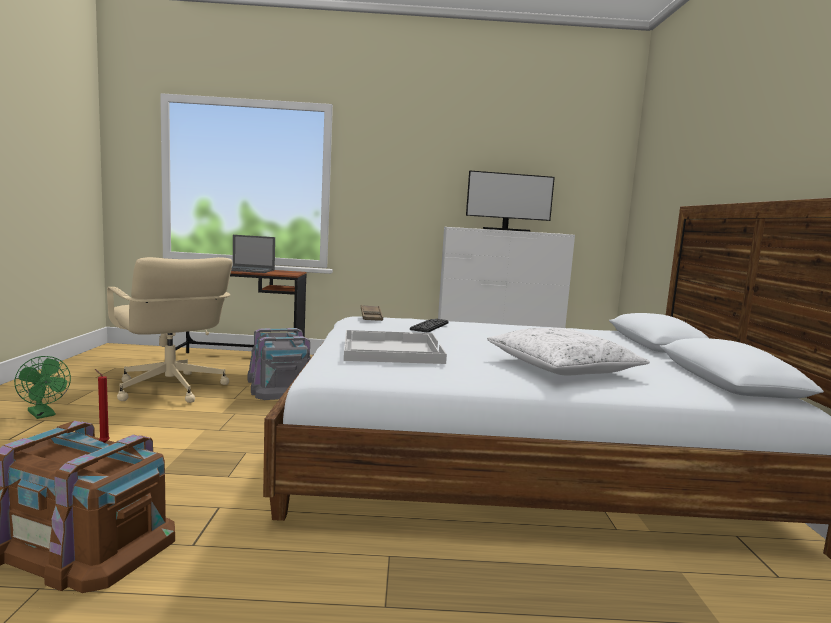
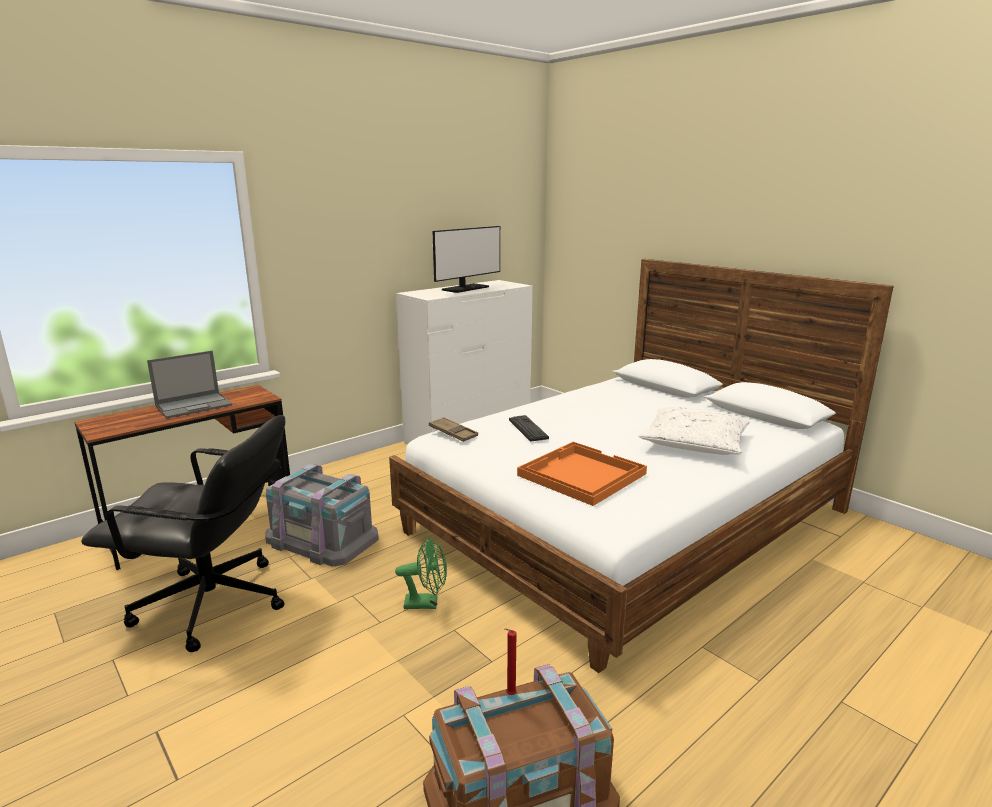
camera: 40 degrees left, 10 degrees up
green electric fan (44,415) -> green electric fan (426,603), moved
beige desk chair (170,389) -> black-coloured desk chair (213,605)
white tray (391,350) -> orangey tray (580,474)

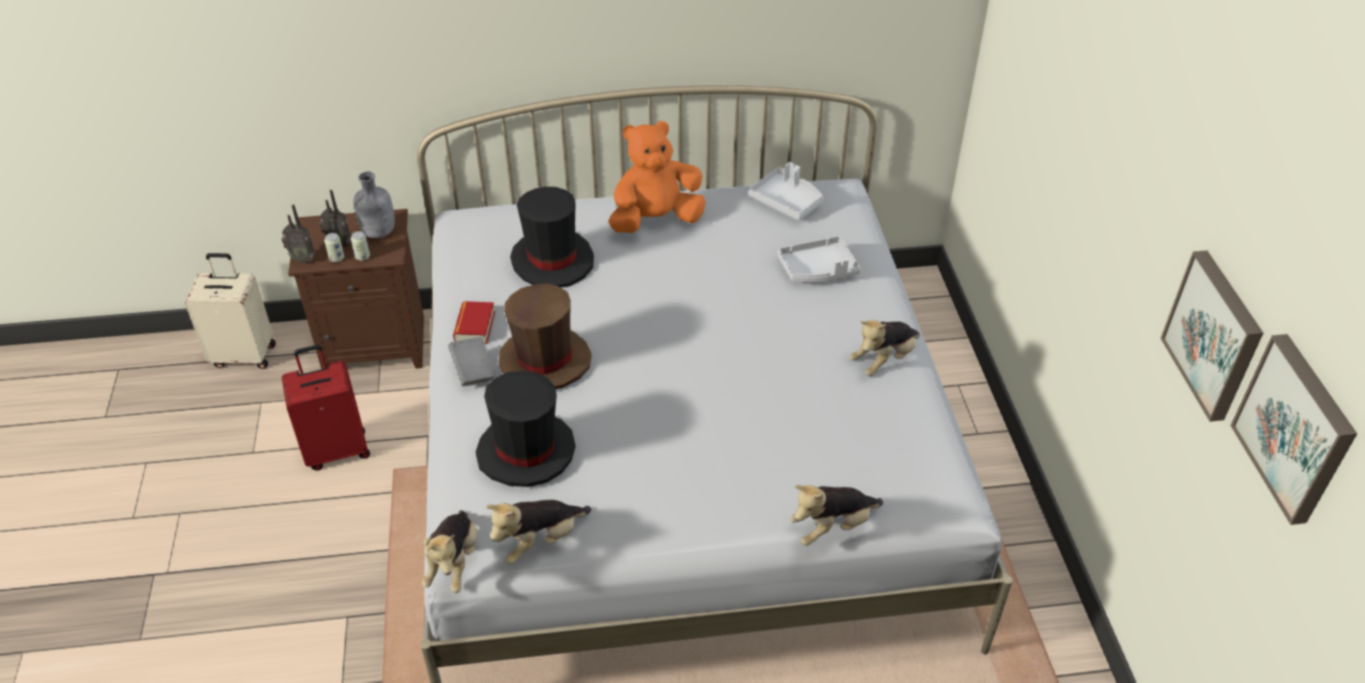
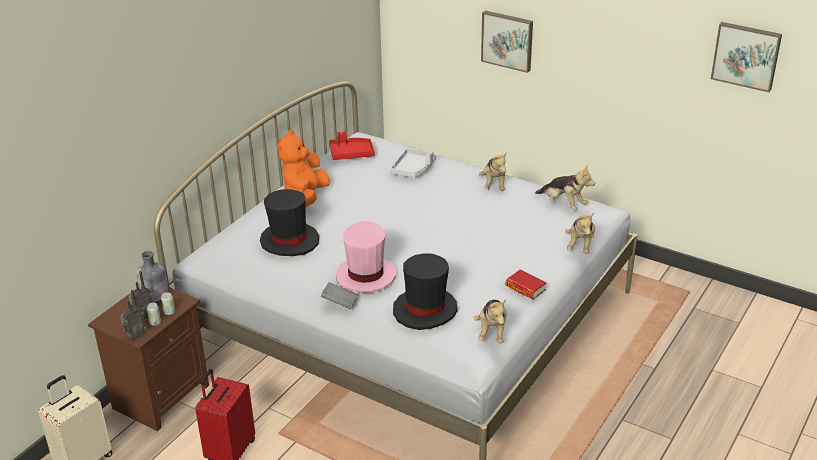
camera: 50 degrees left, 10 degrees down
cuddly toy (454,563) -> cuddly toy (563,204), moved
volume (475,326) -> volume (525,288), moved
wall picture (1215,335) -> wall picture (507,40), moved
brown hat (544,361) -> pink hat (366,276)
gray tray (787,201) -> reddish tray (351,154)

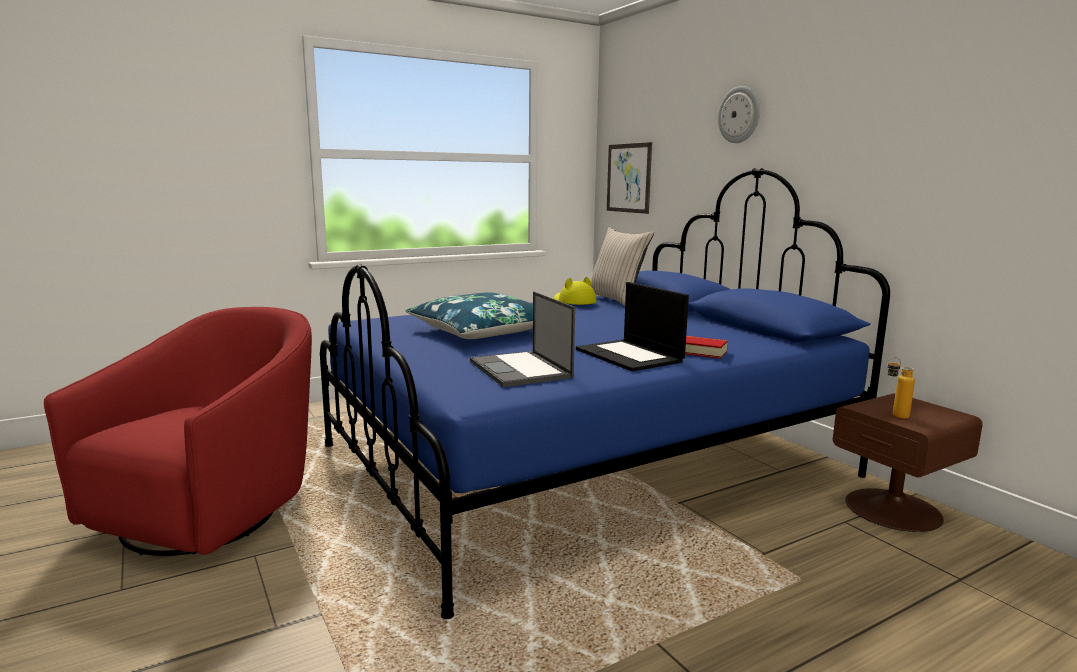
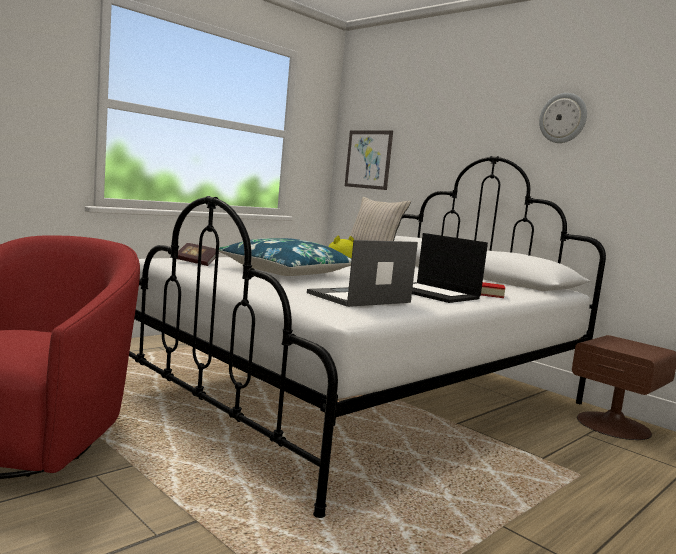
camera: 15 degrees left, 5 degrees down
beverage bottle (894,416) -> none
none -> volume (196,262)
wall clock (739,115) -> wall clock (563,118), moved
blue bed (585,462) -> white bed (362,394)
laptop (521,370) -> laptop (358,298), 90 degrees clockwise

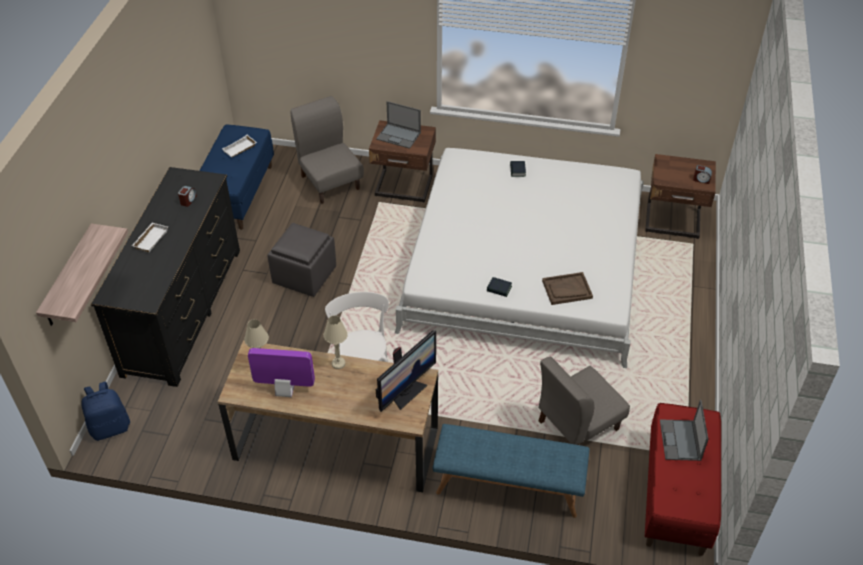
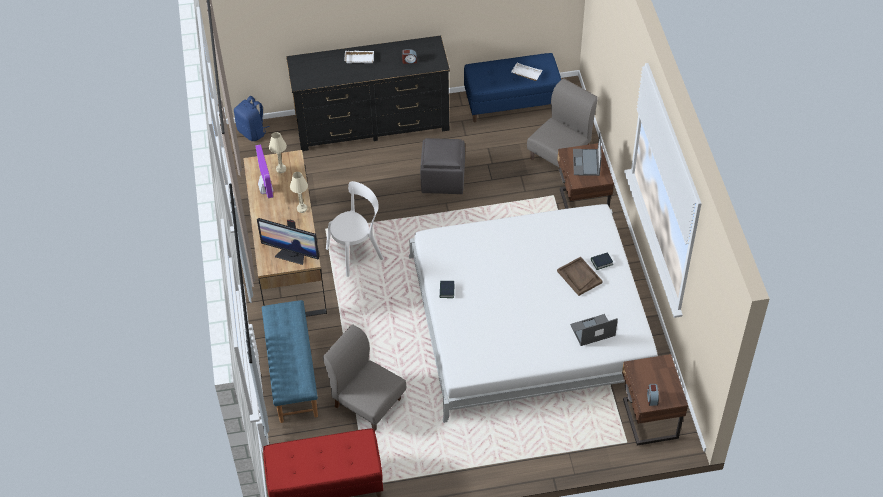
camera: 70 degrees right, 5 degrees up
shelf (68,277) -> none
brown tray (567,289) -> brown tray (579,277), moved
laptop (680,441) -> laptop (592,330), moved

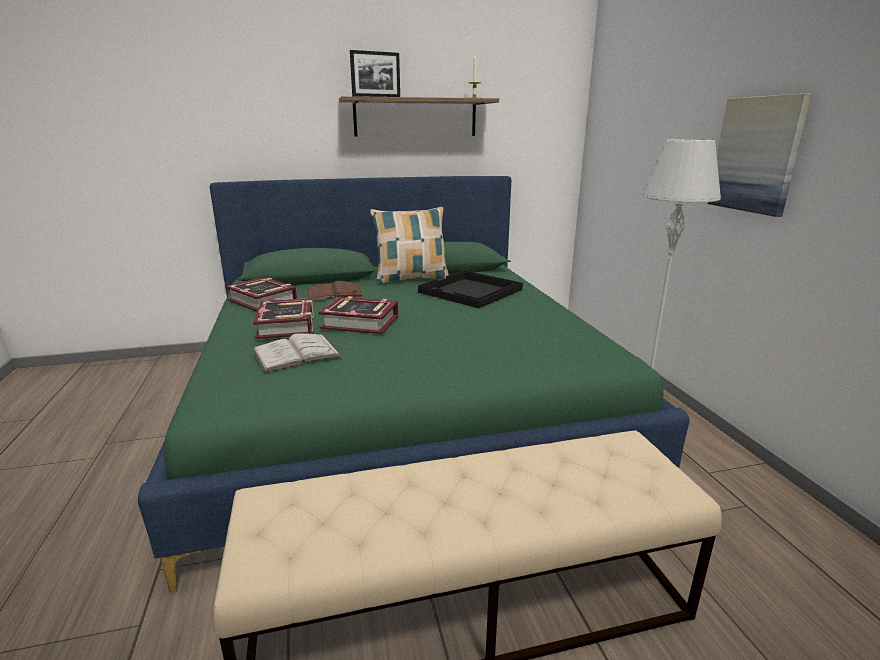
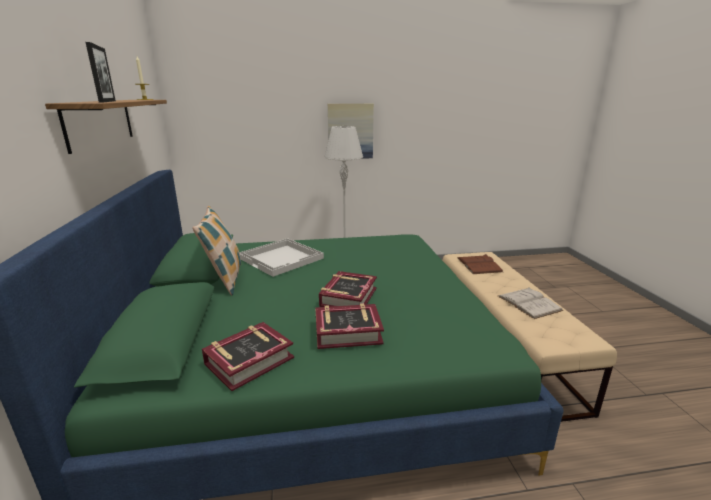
camera: 85 degrees left, 0 degrees up
white volume (296,353) -> white volume (529,303), moved
brown volume (334,293) -> brown volume (479,265), moved
black-coloured tray (470,291) -> white tray (282,258)

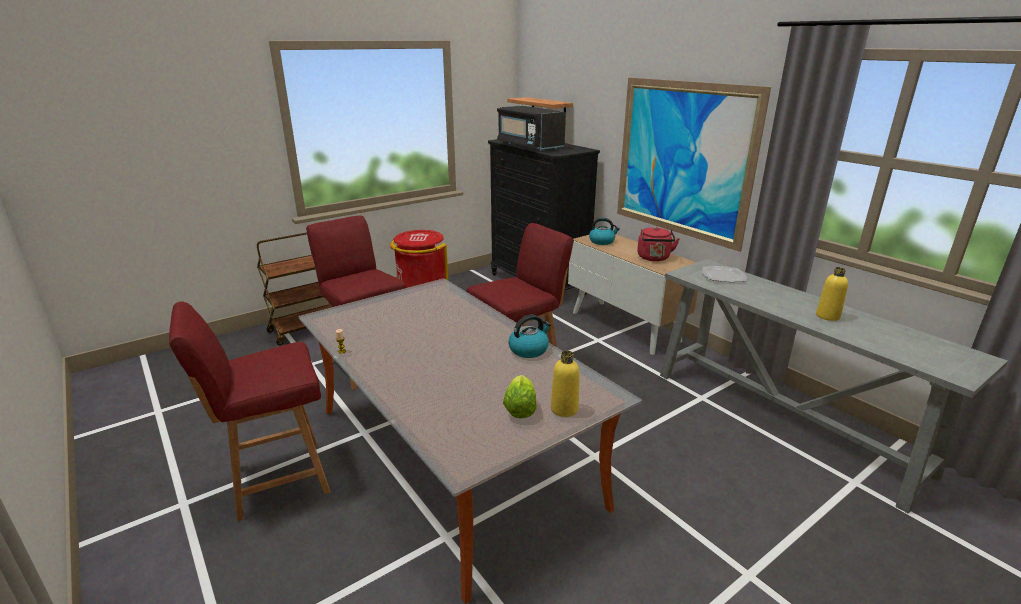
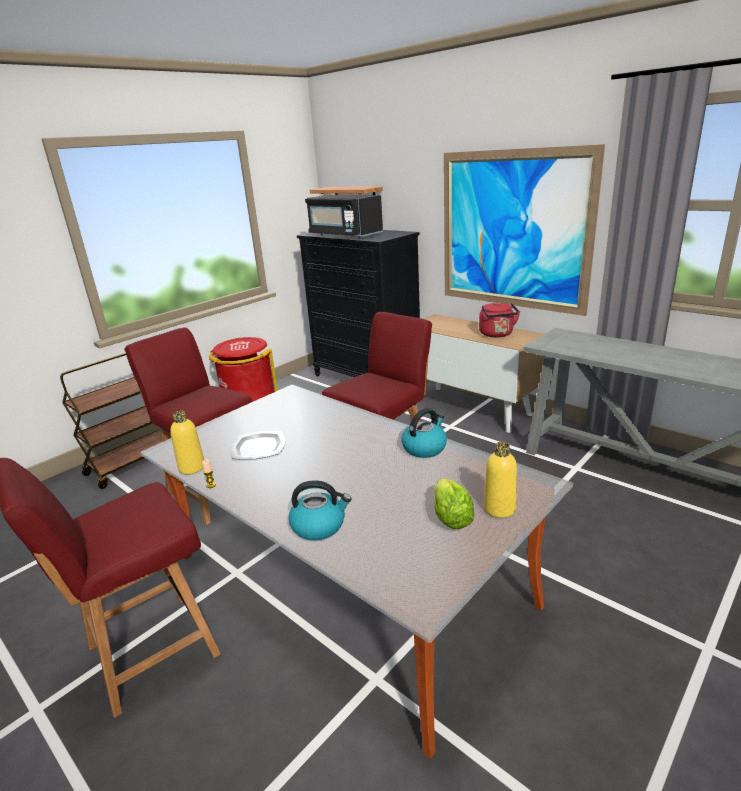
camera: 10 degrees left, 0 degrees up
kettle (602,241) -> kettle (319,525), moved
flat dish (724,276) -> flat dish (259,447), moved
yellow beverage bottle (827,316) -> yellow beverage bottle (192,467), moved

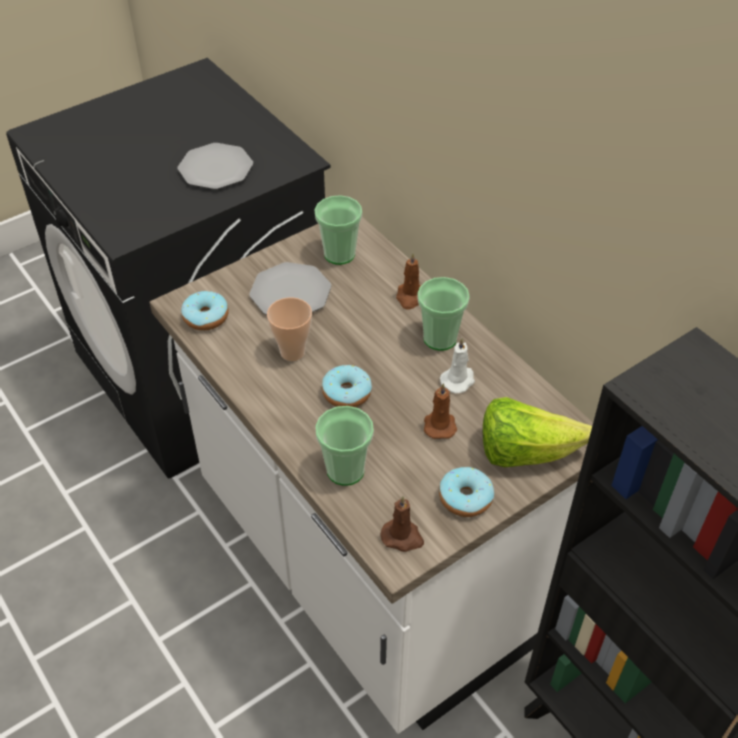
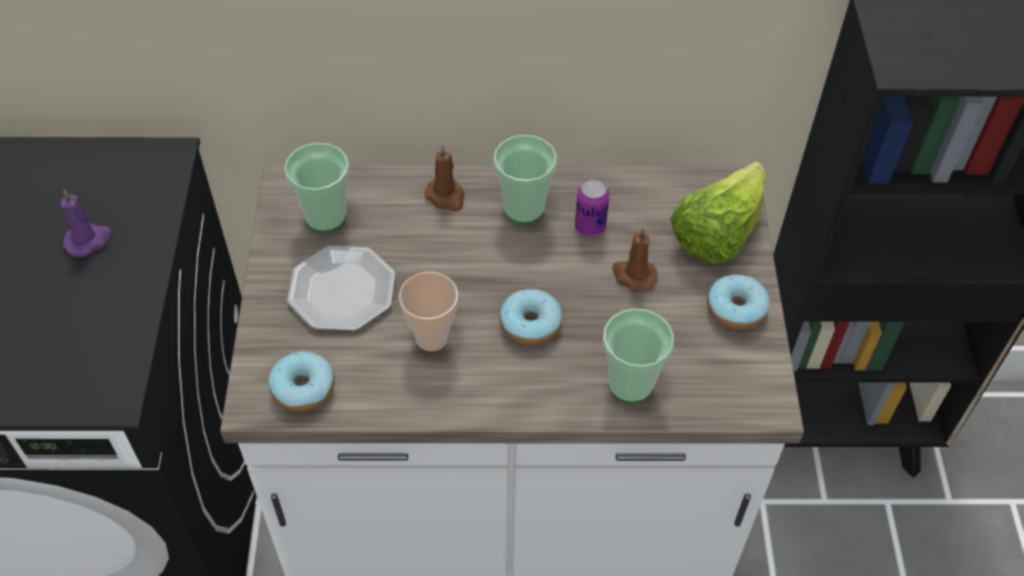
camera: 55 degrees left, 5 degrees up
brown wax light (403,537) -> none
flat dish (216,169) -> purple wax light (89,240)
white wax light (458,380) -> can (590,227)

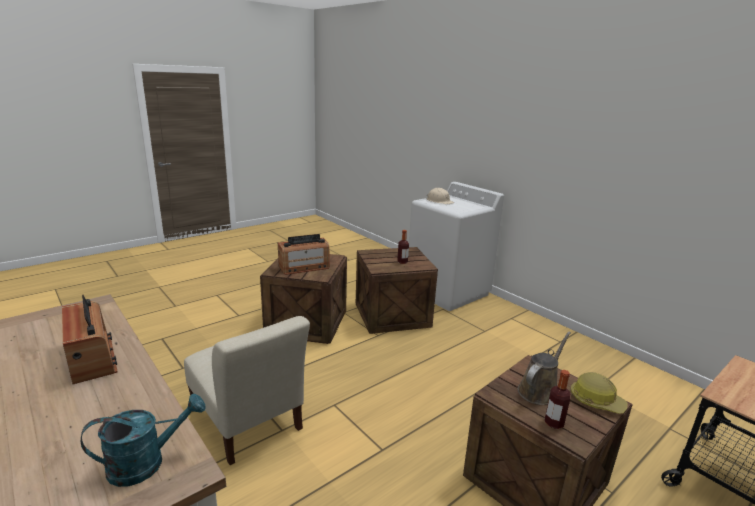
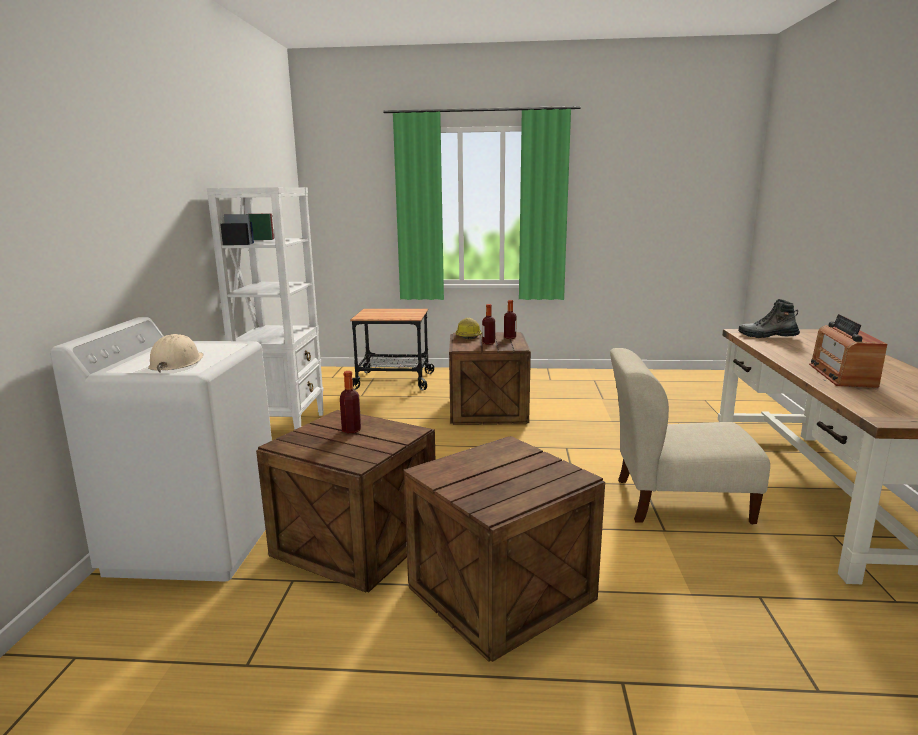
camera: 135 degrees left, 5 degrees down
radio (304,267) -> none
none -> white bookshelf (284,427)
turquoise-coloured watering can (146,463) -> high-top boot (767,336)
brown watering can (539,391) -> beverage bottle (488,343)
beige plain chair (247,421) -> beige plain chair (675,501), 90 degrees counterclockwise

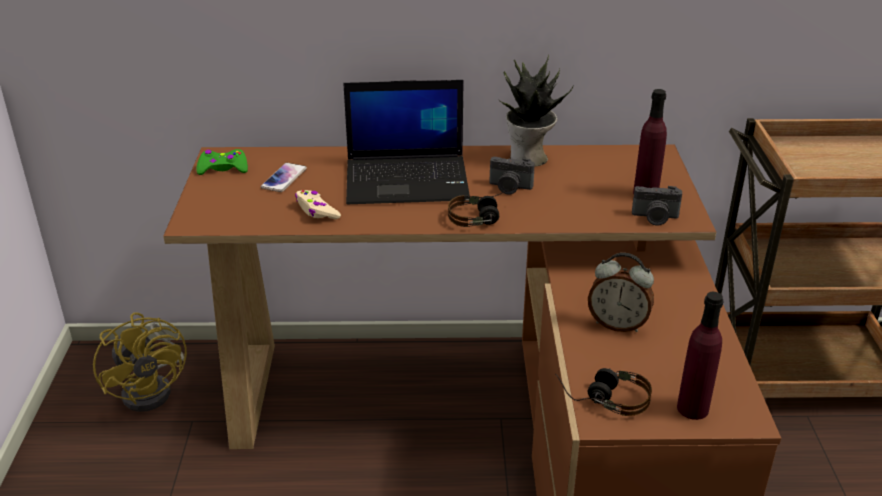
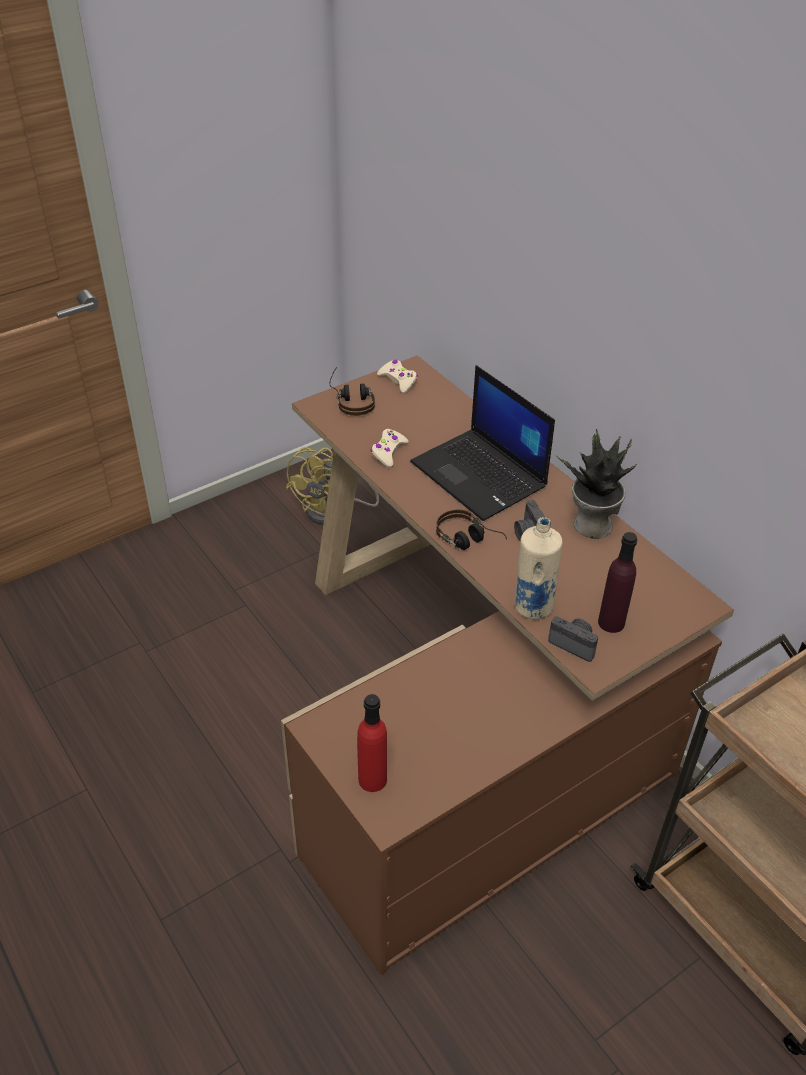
camera: 55 degrees right, 10 degrees up
phone (284,178) -> none
bedside clock (617,324) -> none
none -> beige beverage bottle (532,607)
headphones (602,397) -> headphones (352,399), moved
green joypad (223,168) -> beige joypad (398,380)
purple beverage bottle (692,408) -> reddish beverage bottle (372,779)
still camera (655,218) -> still camera (574,644), 150 degrees clockwise

